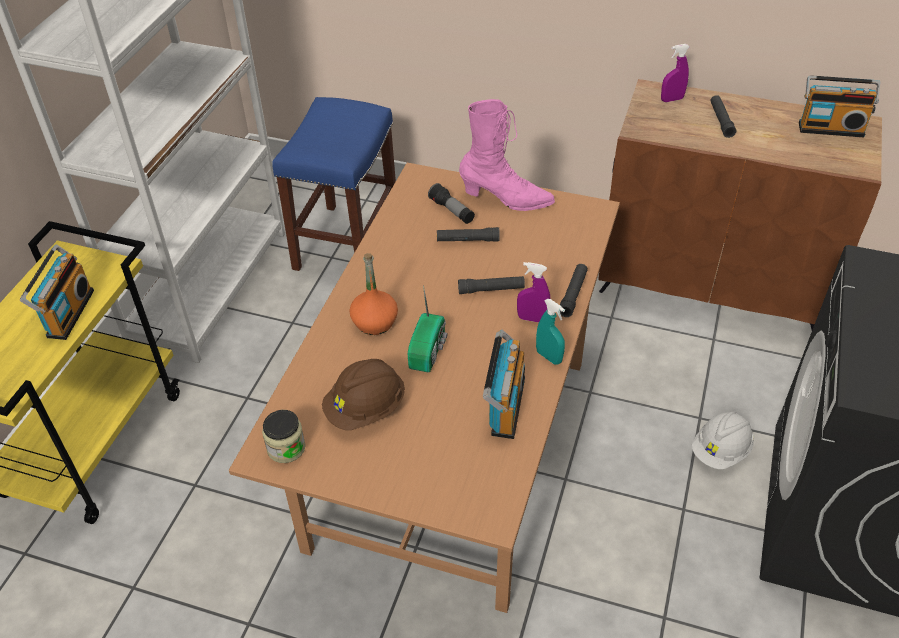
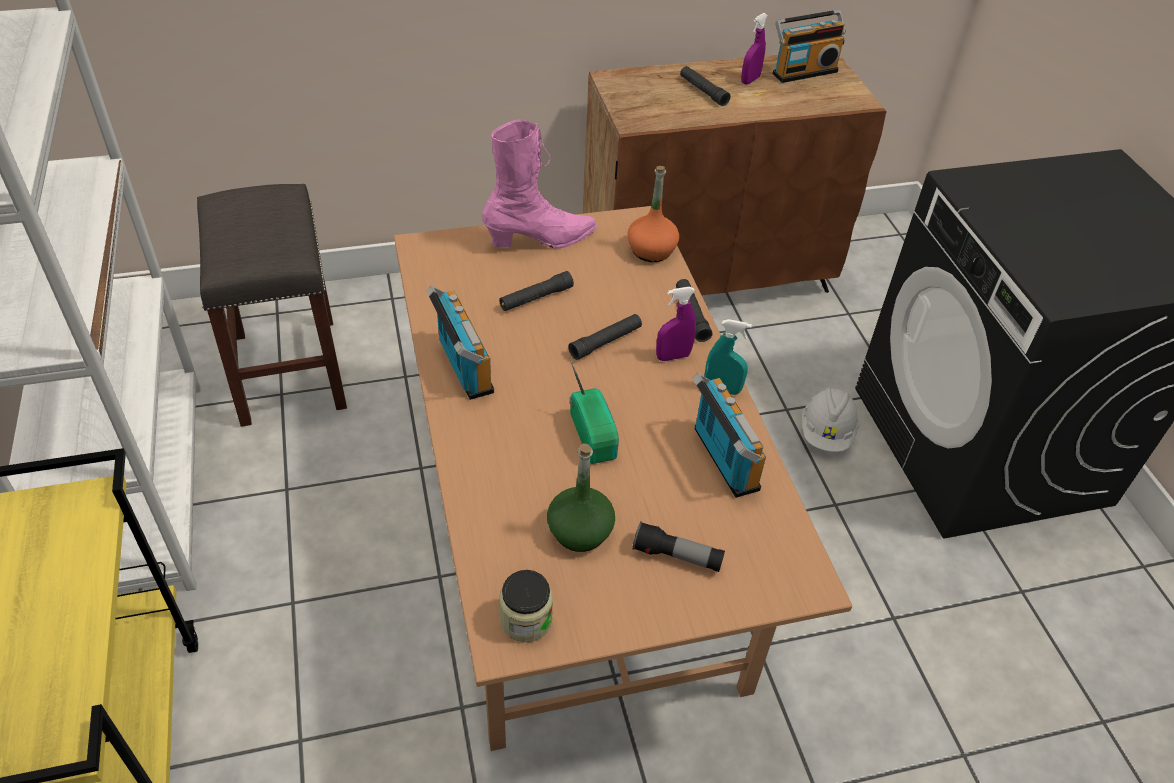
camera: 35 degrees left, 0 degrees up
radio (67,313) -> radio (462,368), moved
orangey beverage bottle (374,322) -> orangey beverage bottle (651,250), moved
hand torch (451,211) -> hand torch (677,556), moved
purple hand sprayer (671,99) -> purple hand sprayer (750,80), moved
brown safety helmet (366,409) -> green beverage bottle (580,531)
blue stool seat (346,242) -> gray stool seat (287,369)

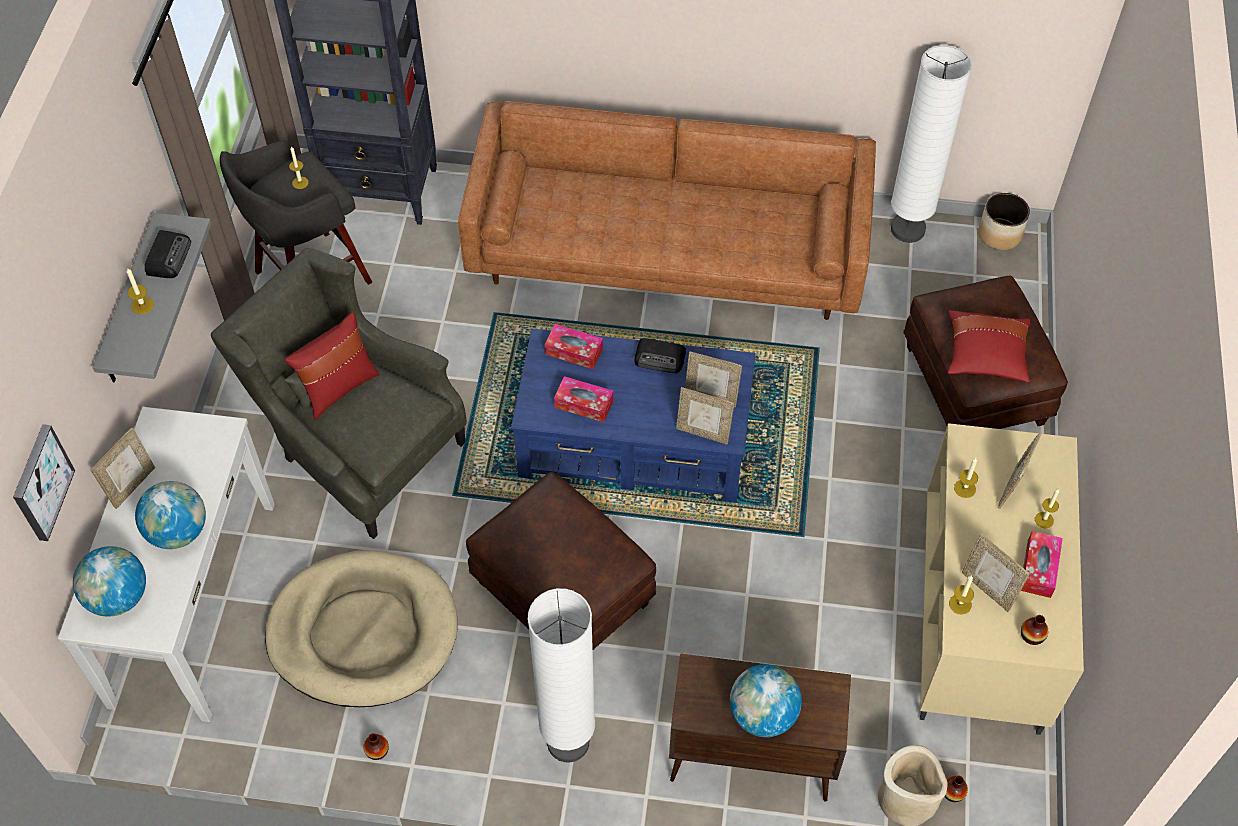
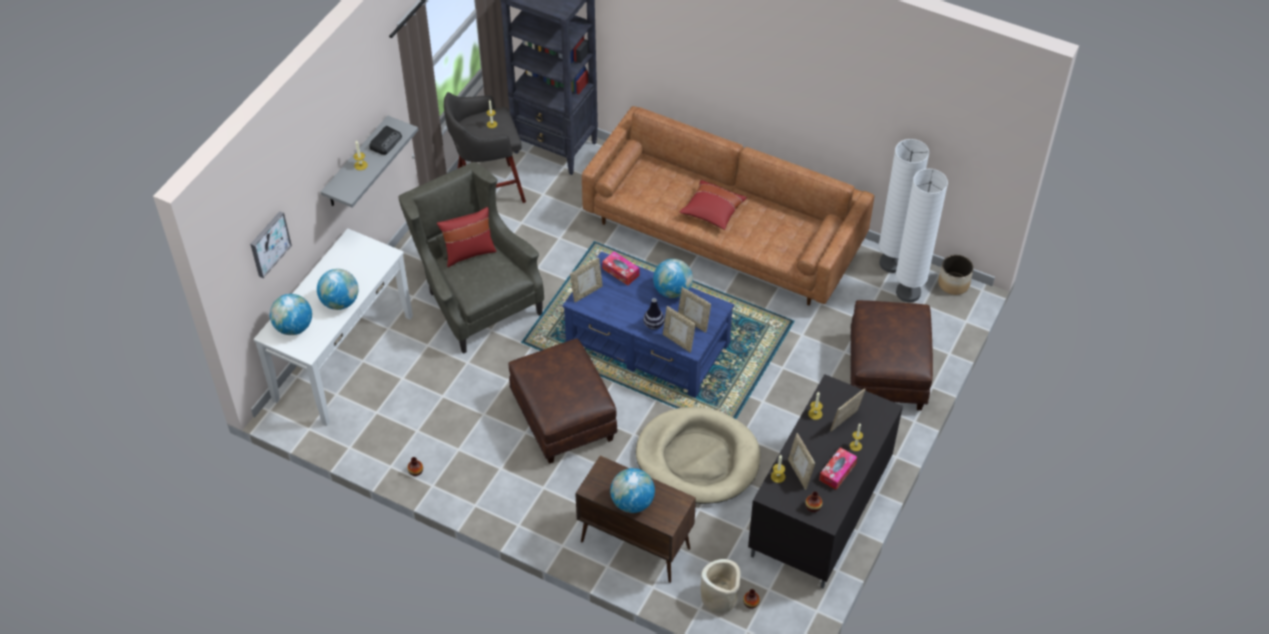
camera: 20 degrees right, 5 degrees down
tissue box (584,404) -> none
none -> flower vase (653,325)
picture frame (132,485) -> picture frame (587,292), moved
beige dog bed (363,632) -> beige dog bed (698,459), moved
white floor lamp (568,742) -> white floor lamp (908,293), moved
reddish cushion (985,356) -> reddish cushion (712,212), moved
radio (660,358) -> globe (672,291)
beige tv unit (983,618) -> black-coloured tv unit (820,512)

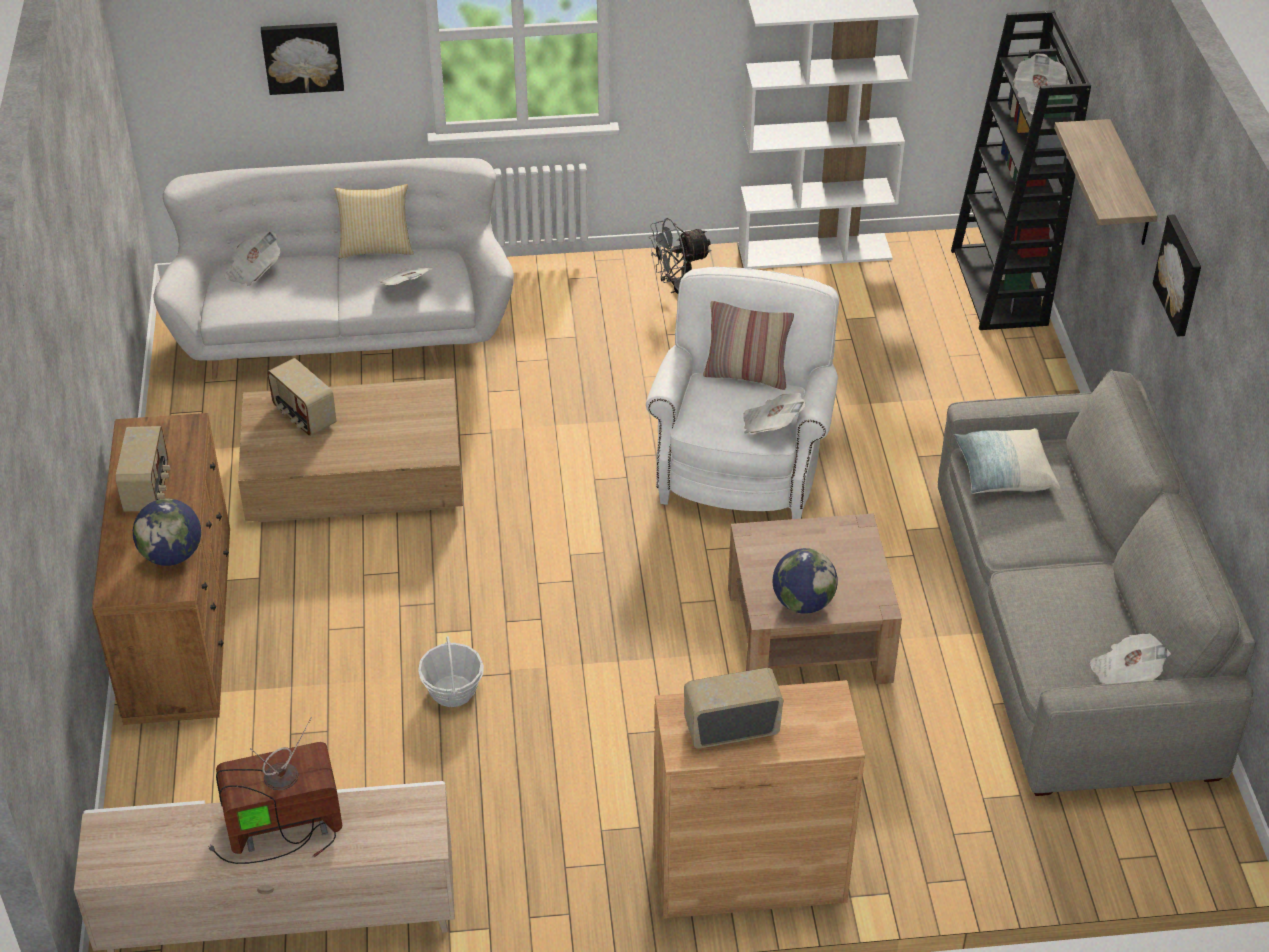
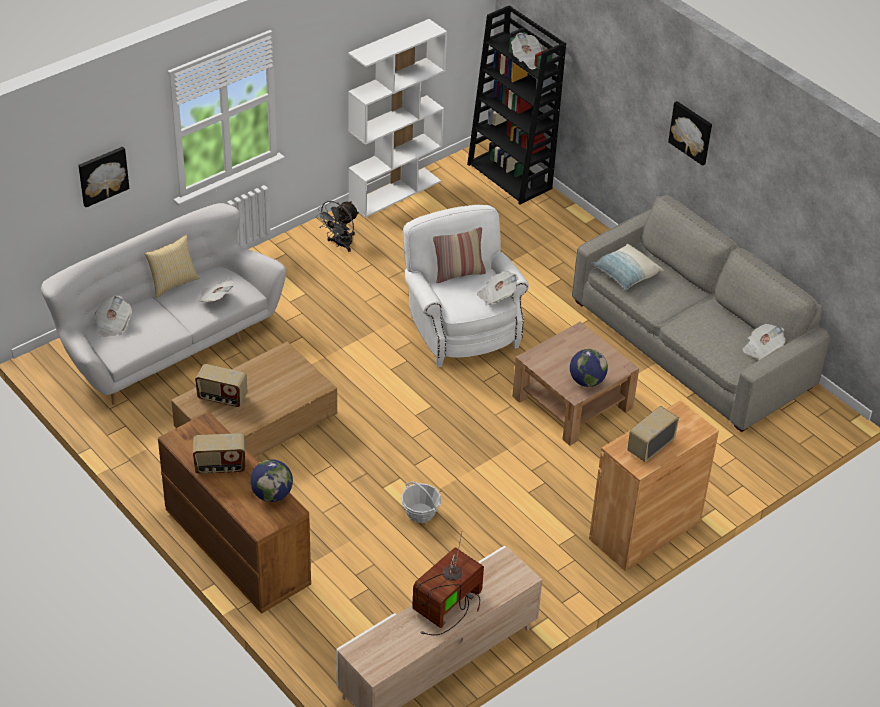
camera: 35 degrees left, 0 degrees up
shelf (1129,185) -> none
radio (148,489) -> radio (220,466), 120 degrees clockwise

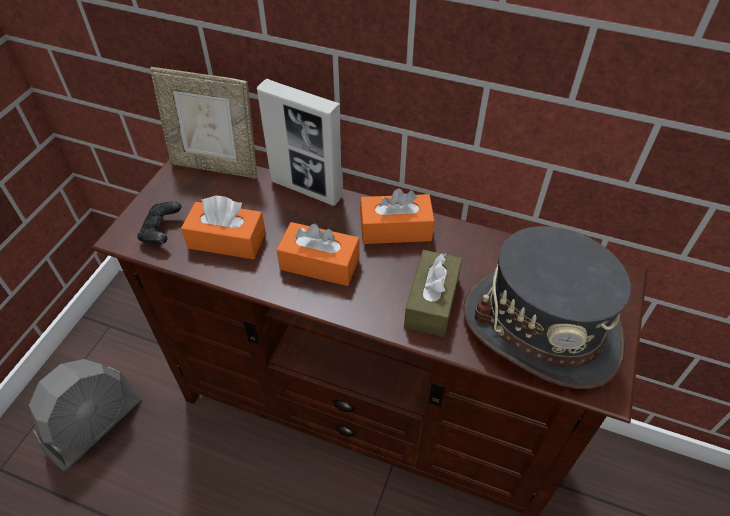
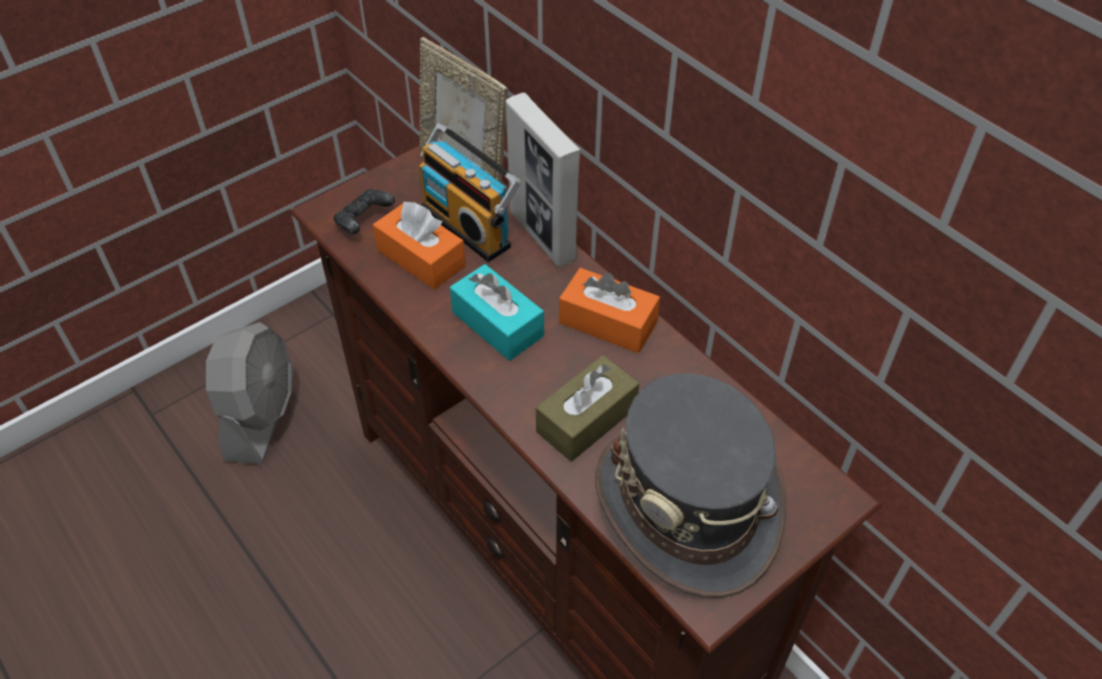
camera: 30 degrees right, 0 degrees up
none -> radio (470,225)
orangey tissue box (320,263) -> turquoise-coloured tissue box (497,324)
gray electric fan (95,425) -> gray electric fan (261,415), 60 degrees counterclockwise

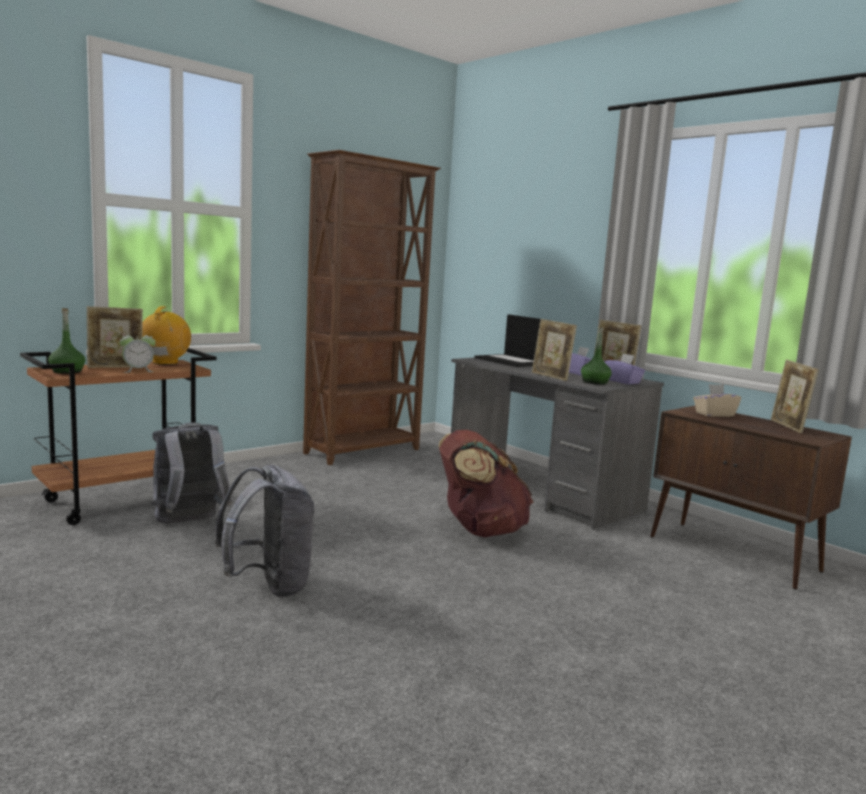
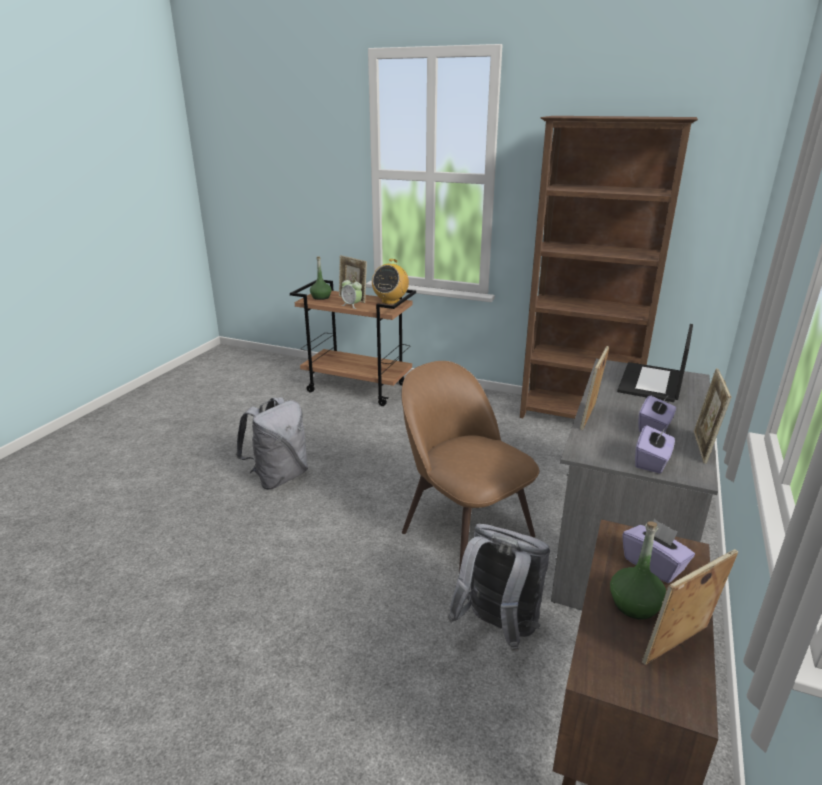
camera: 65 degrees right, 15 degrees up
gray knapsack (189,523) -> gray knapsack (497,628), moved
green beverage bottle (594,382) -> green beverage bottle (634,604), moved
brown knapsack (479,530) -> brown plain chair (463,530)
beige tissue box (714,414) -> purple tissue box (653,564)
radio (165,363) -> radio (390,301), 135 degrees clockwise

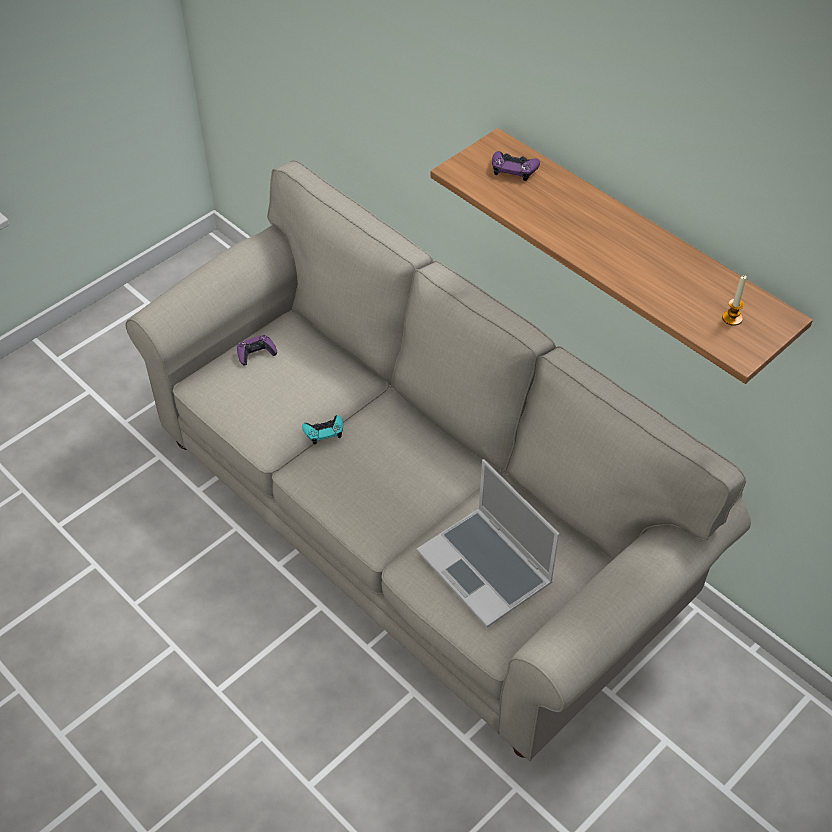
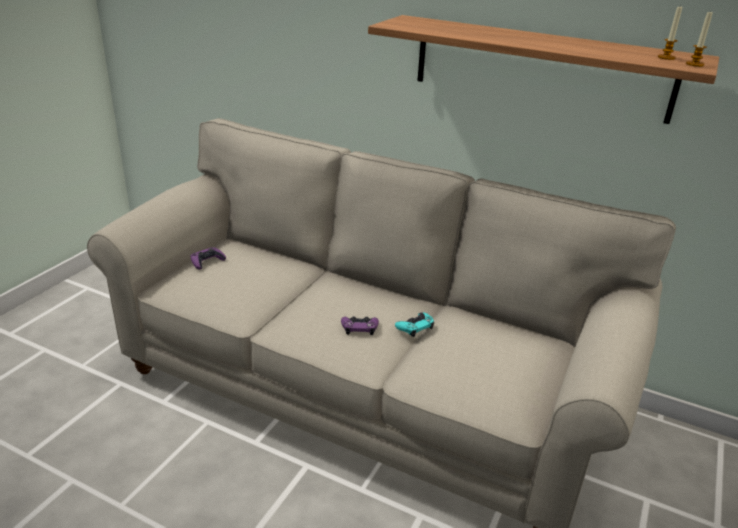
camera: 20 degrees left, 20 degrees down
laptop (486,568) -> none
none -> wax light (694,64)
turquoise-coloured joypad (324,431) -> turquoise-coloured joypad (415,327), moved
purple joypad (514,169) -> purple joypad (359,328), moved

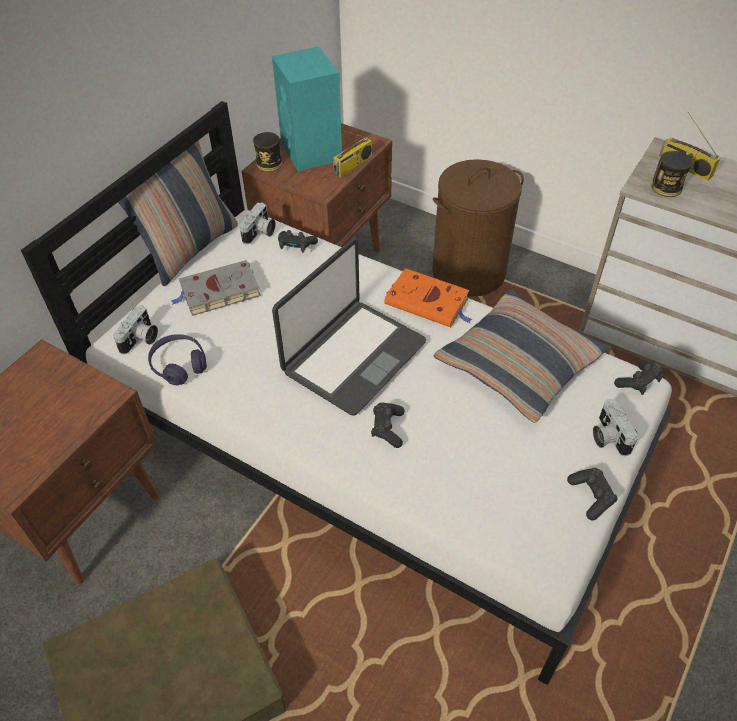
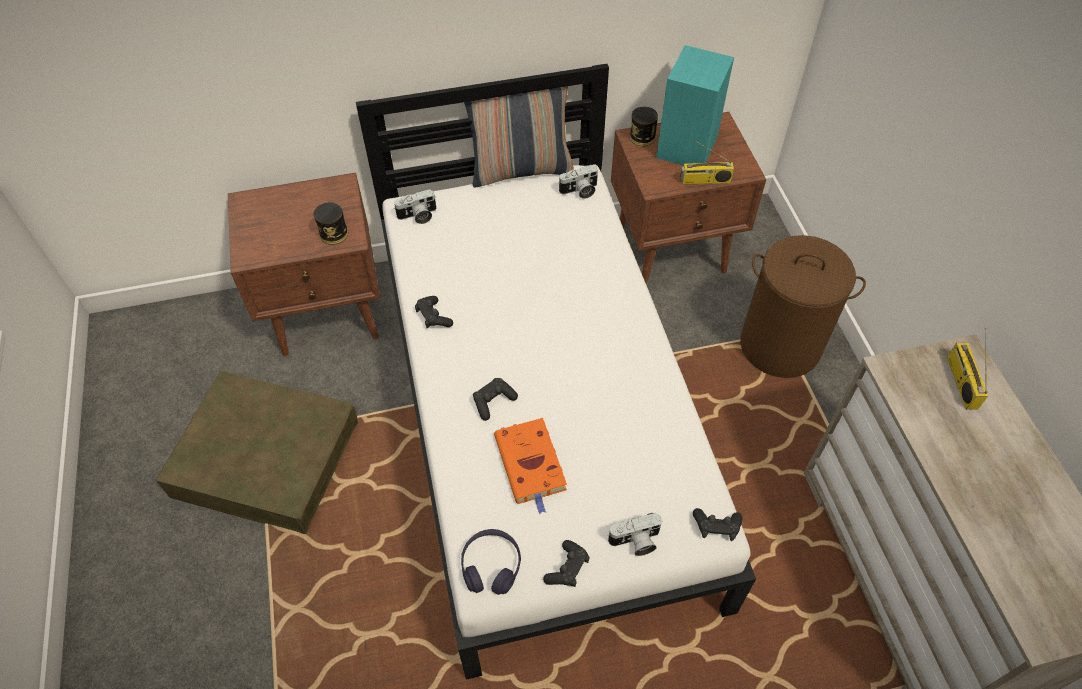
camera: 45 degrees right, 5 degrees up
gray volume (218,292) -> none
laptop (353,356) -> none
cushion (518,364) -> none
purple headphones (179,365) -> purple headphones (491,566), moved
black-coloured joypad (296,246) -> black-coloured joypad (433,317), moved
orangey volume (429,302) -> orangey volume (531,465), moved
can (666,187) -> can (334,234), moved
still camera (607,436) -> still camera (635,542), 135 degrees counterclockwise

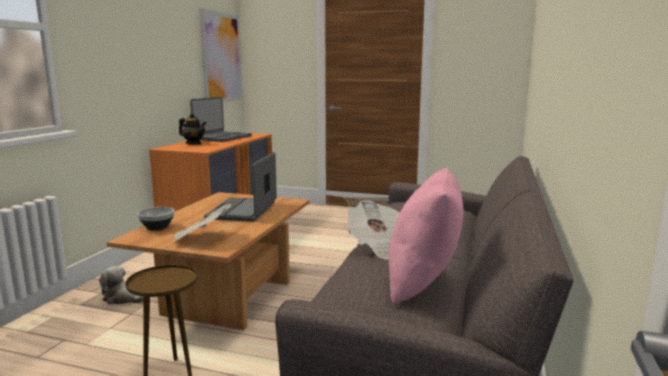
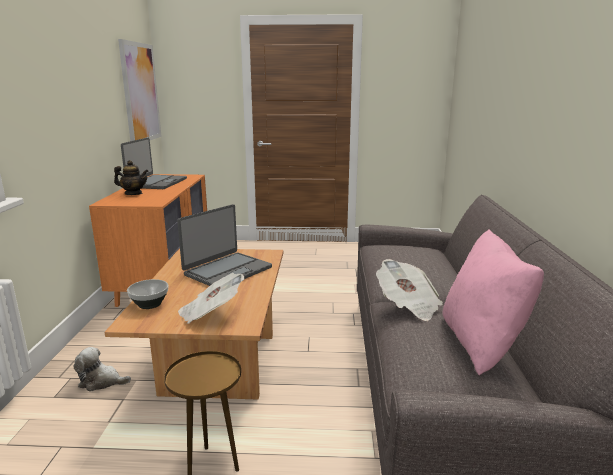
camera: 15 degrees left, 5 degrees up
laptop (243,211) -> laptop (227,271), 135 degrees counterclockwise

